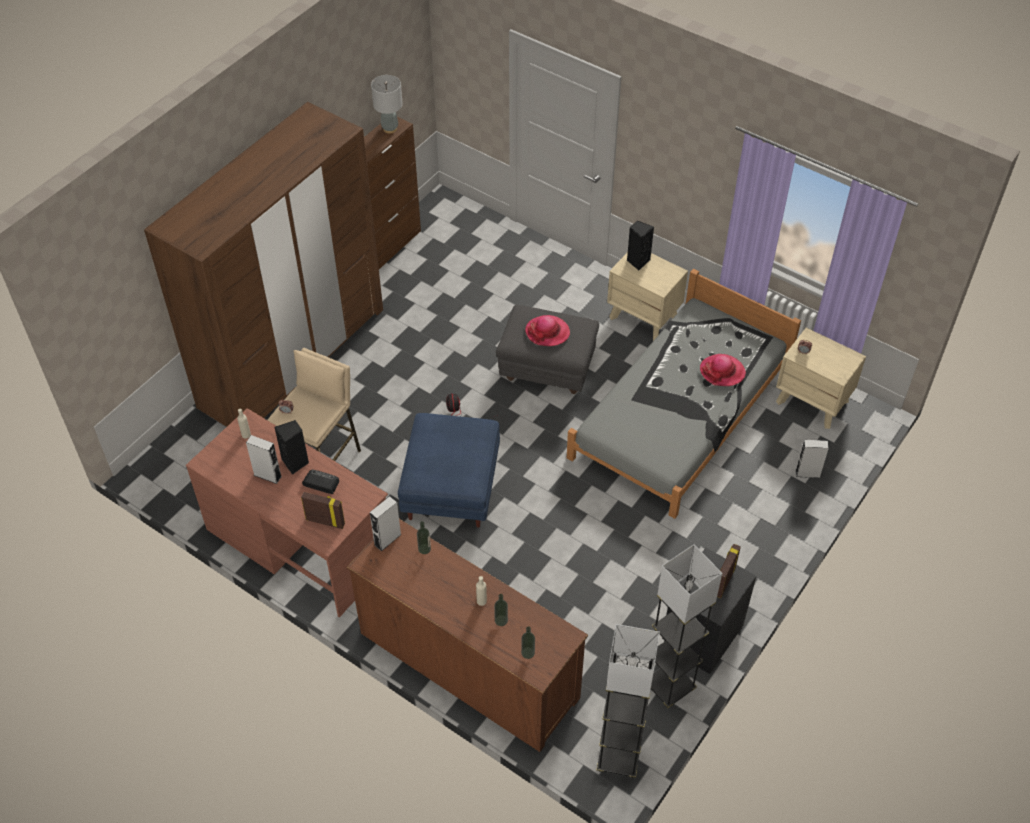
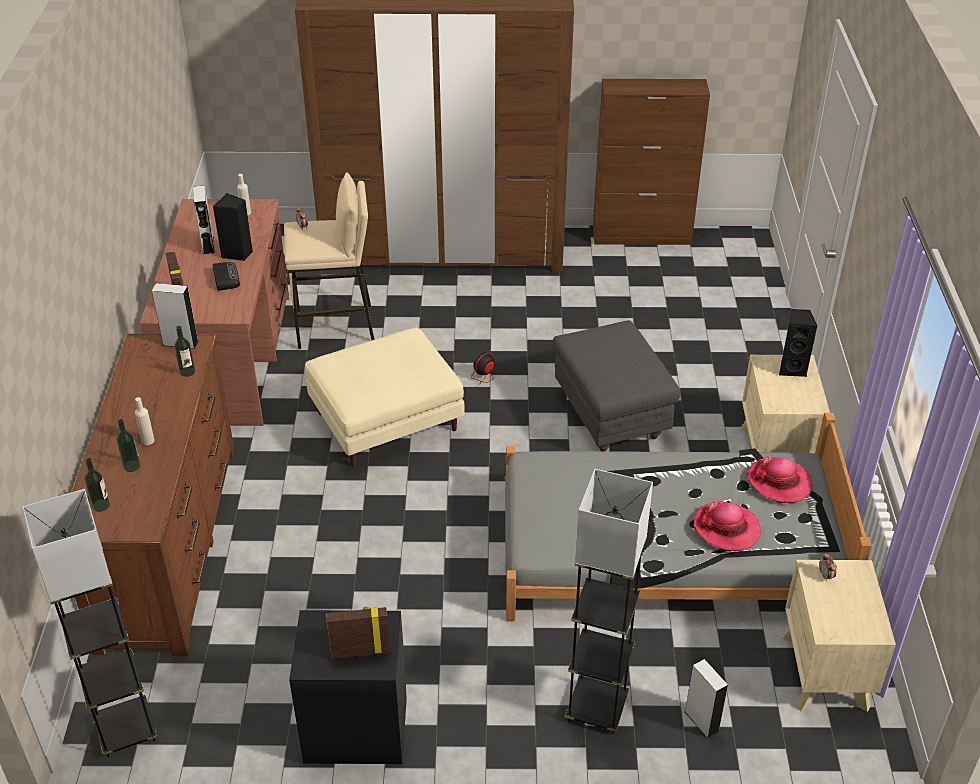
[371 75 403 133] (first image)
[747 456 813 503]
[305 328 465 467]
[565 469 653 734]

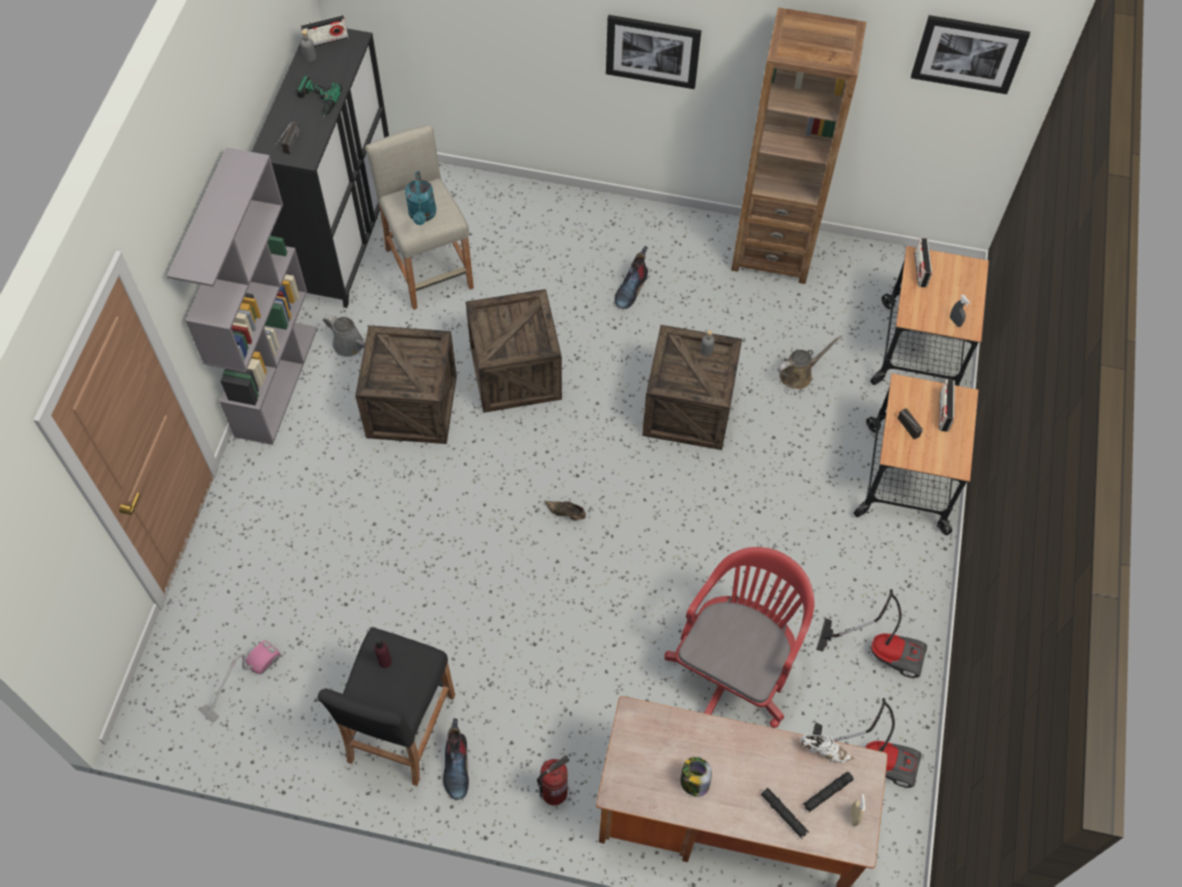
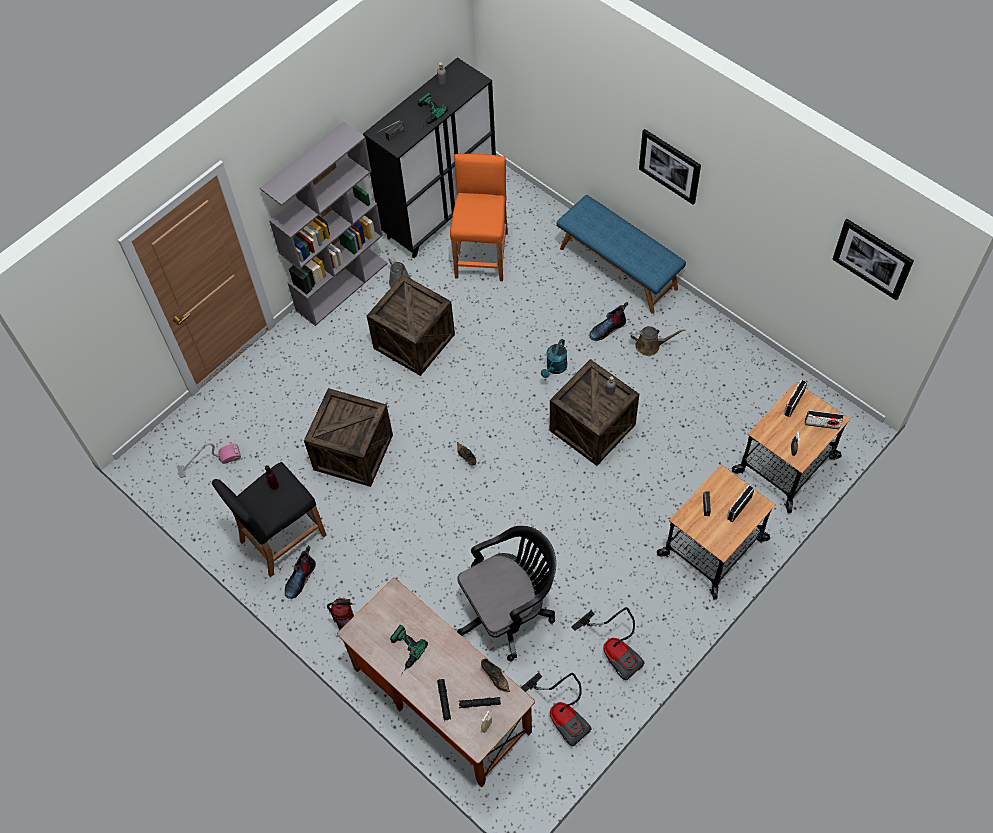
[731 7 866 284] (first image)
[805 410 843 429]
[450 154 508 281]
[541 339 567 378]
[304 388 393 487]
[630 326 685 356]
[457 526 556 661]
[481 659 510 692]
[390 625 428 675]
[556 195 686 314]

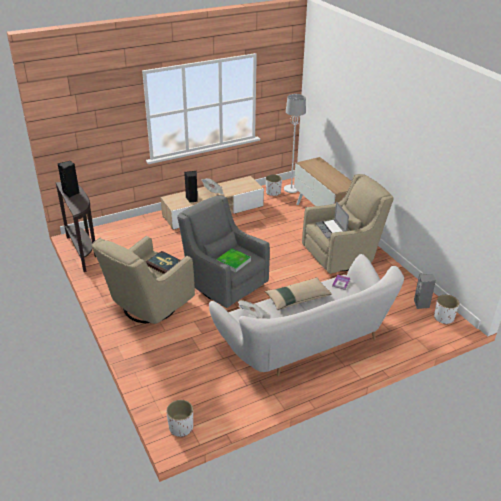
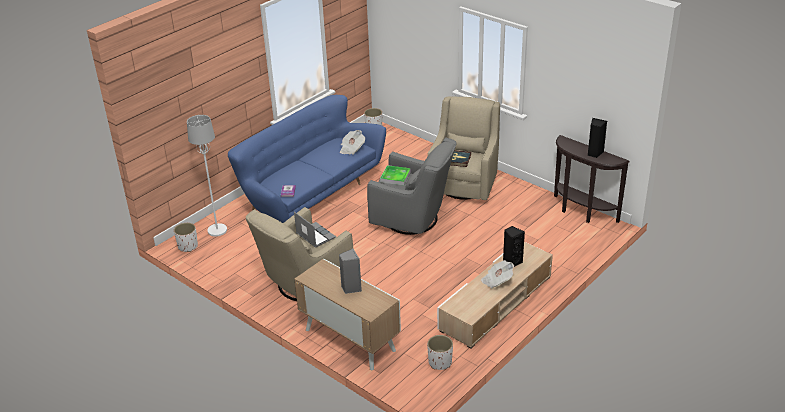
[187 115 227 237]
[228 95 386 223]
[339 248 362 294]
[265 277 332 310] (first image)

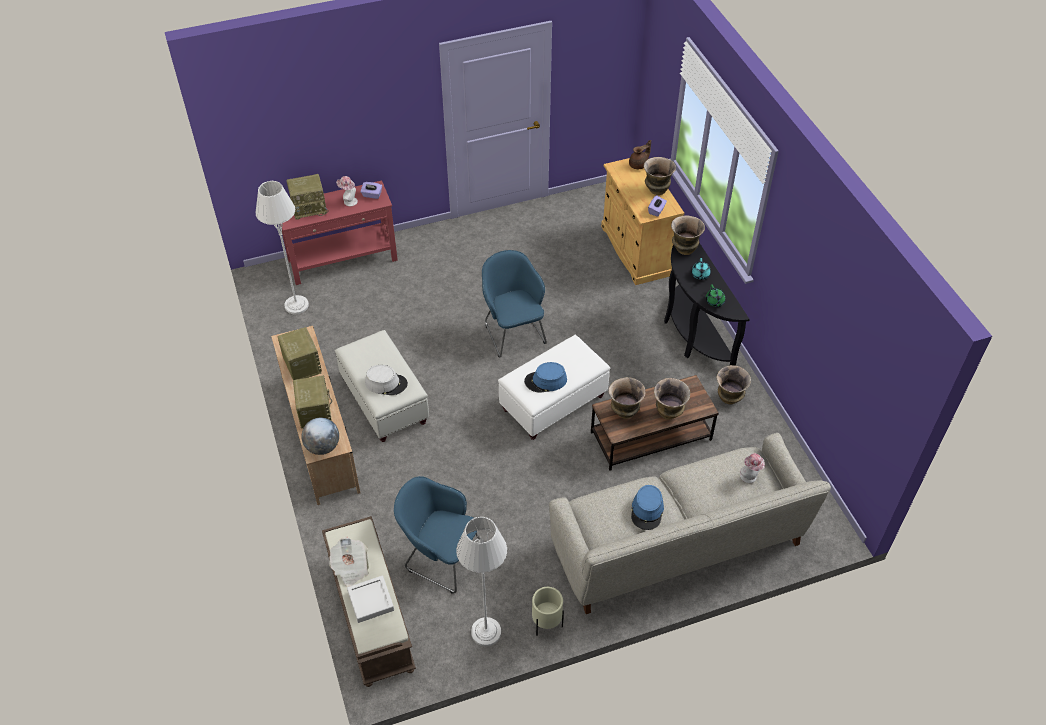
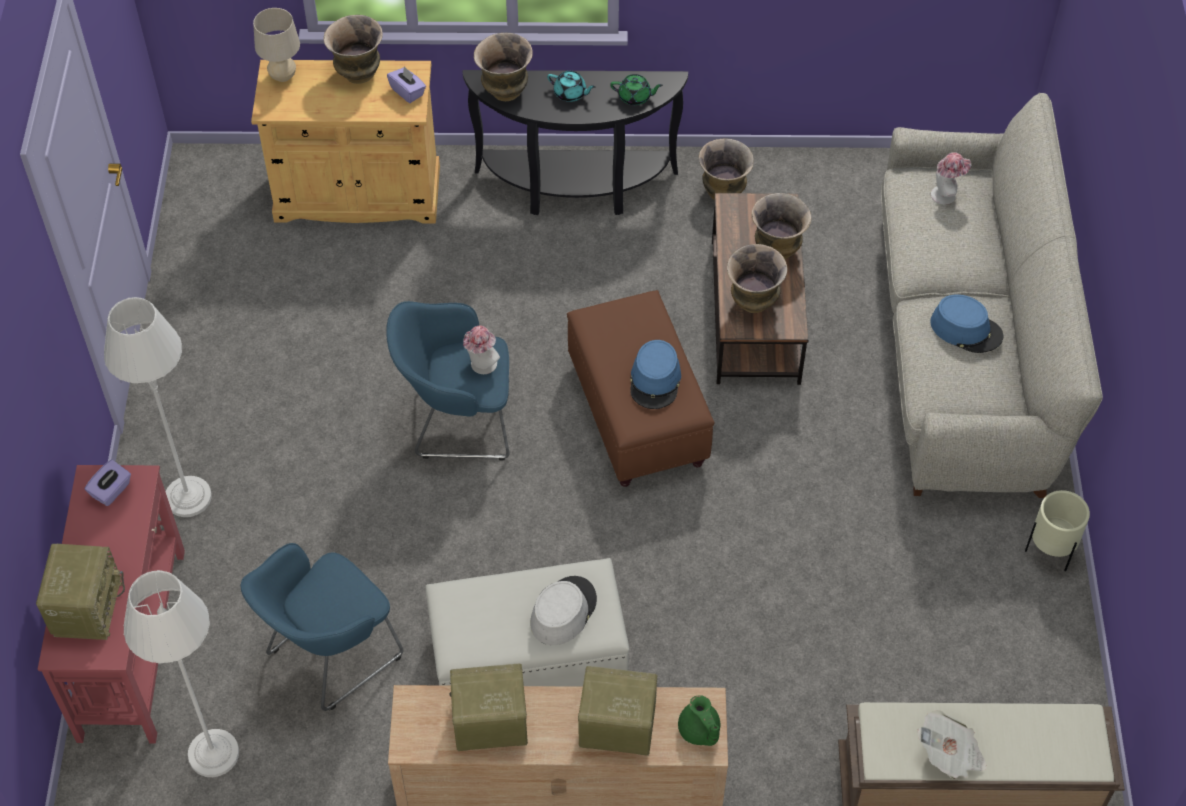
[253 8 300 82]
[463 326 500 374]
[567 290 715 487]
[678 695 720 746]
[241 543 403 711]
[104 297 212 517]
[347 576 394 623] (first image)

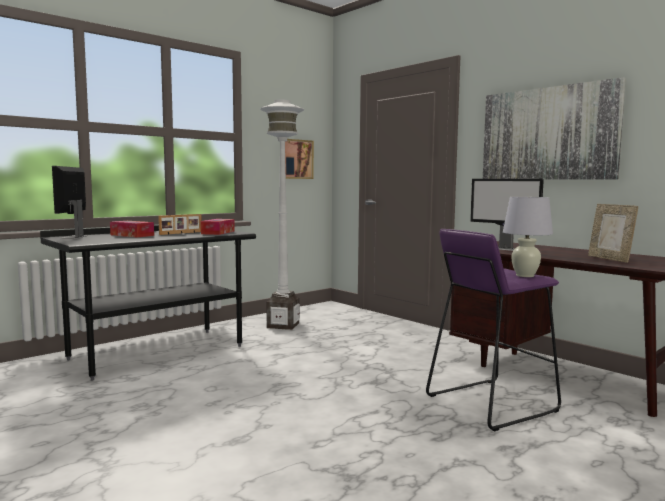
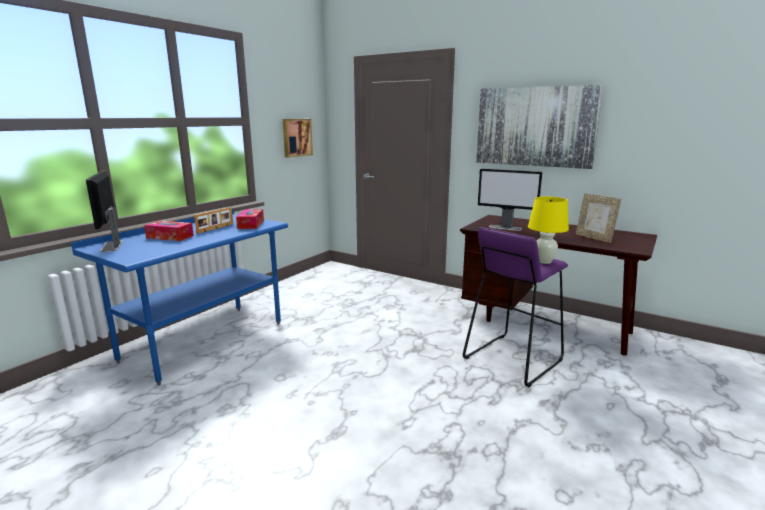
[260 100 304 330] (first image)
[528 197 569 264]
[71 209 288 385]

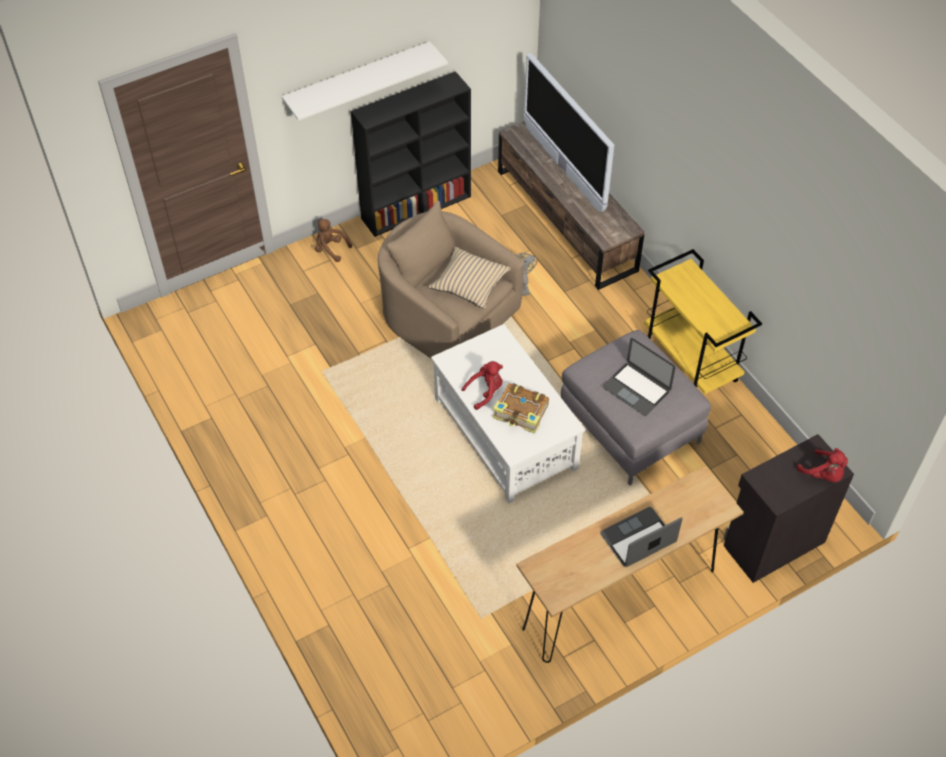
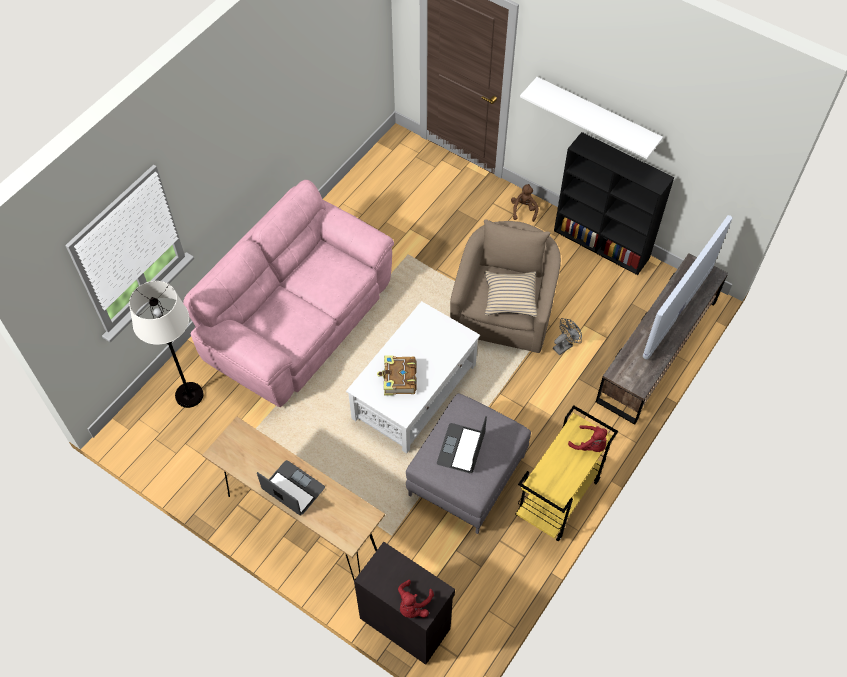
[568 425 607 452]
[183 180 394 407]
[129 281 204 408]

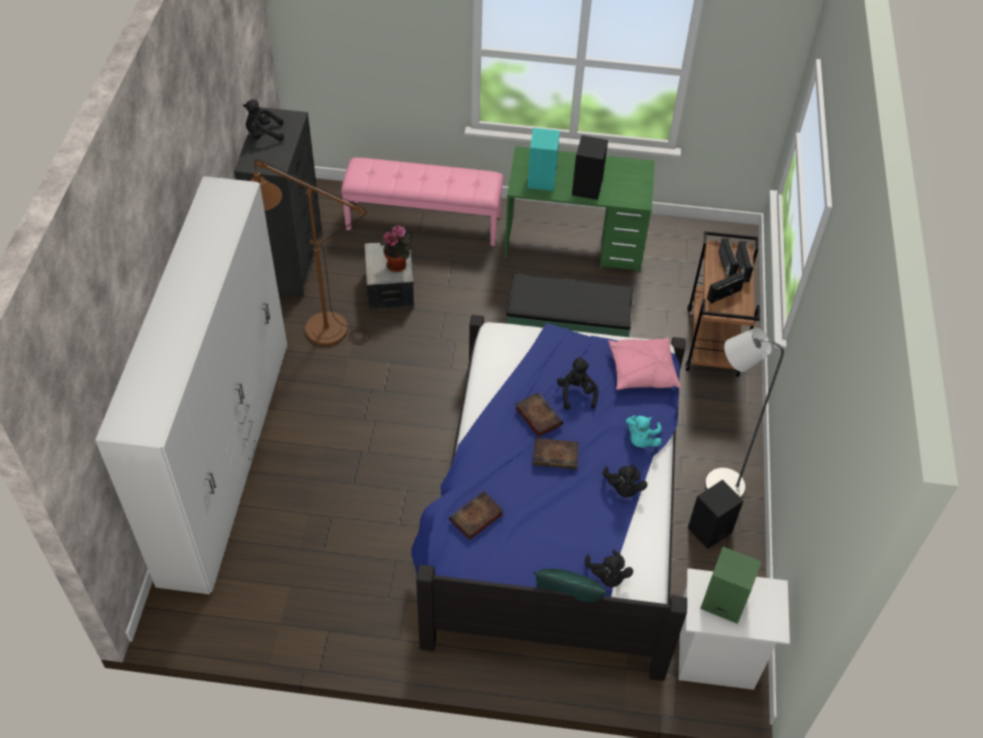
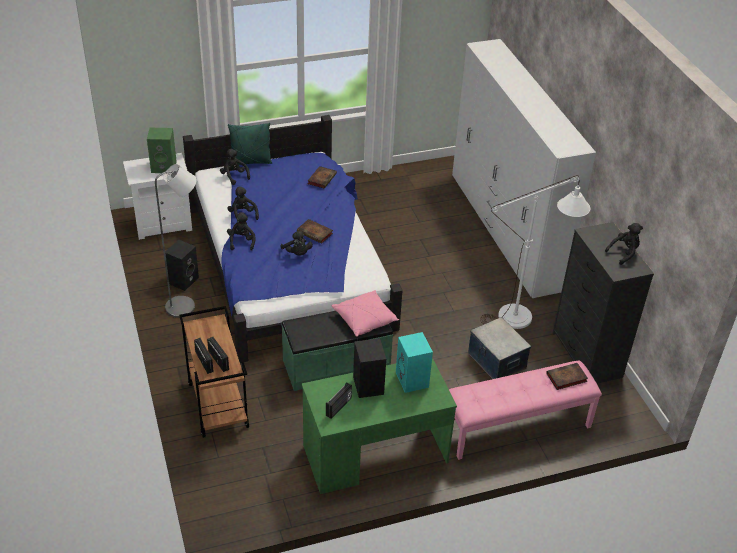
[480 175 590 329]
[380 225 412 272] (first image)
[326 382 352 419]
[332 290 399 337]
[227 212 255 251]
[546 363 588 390]

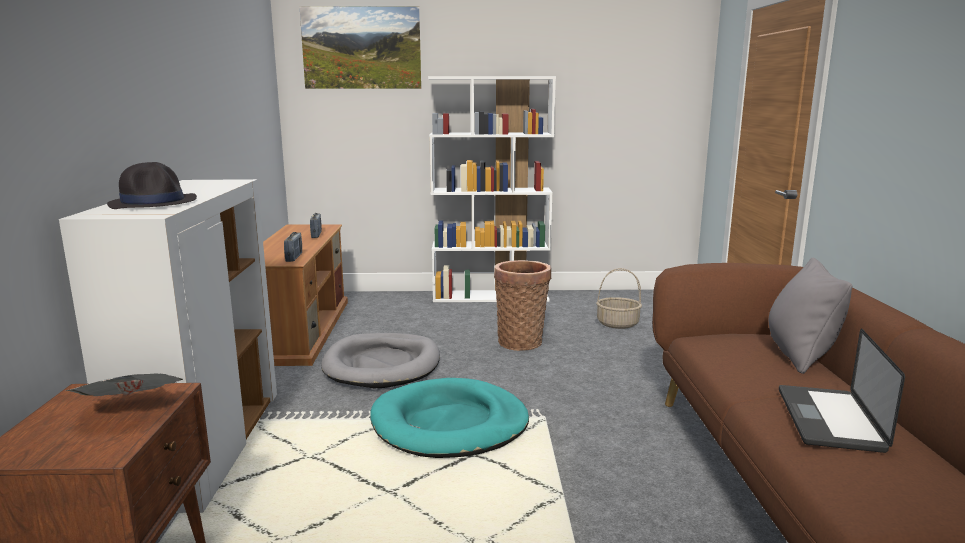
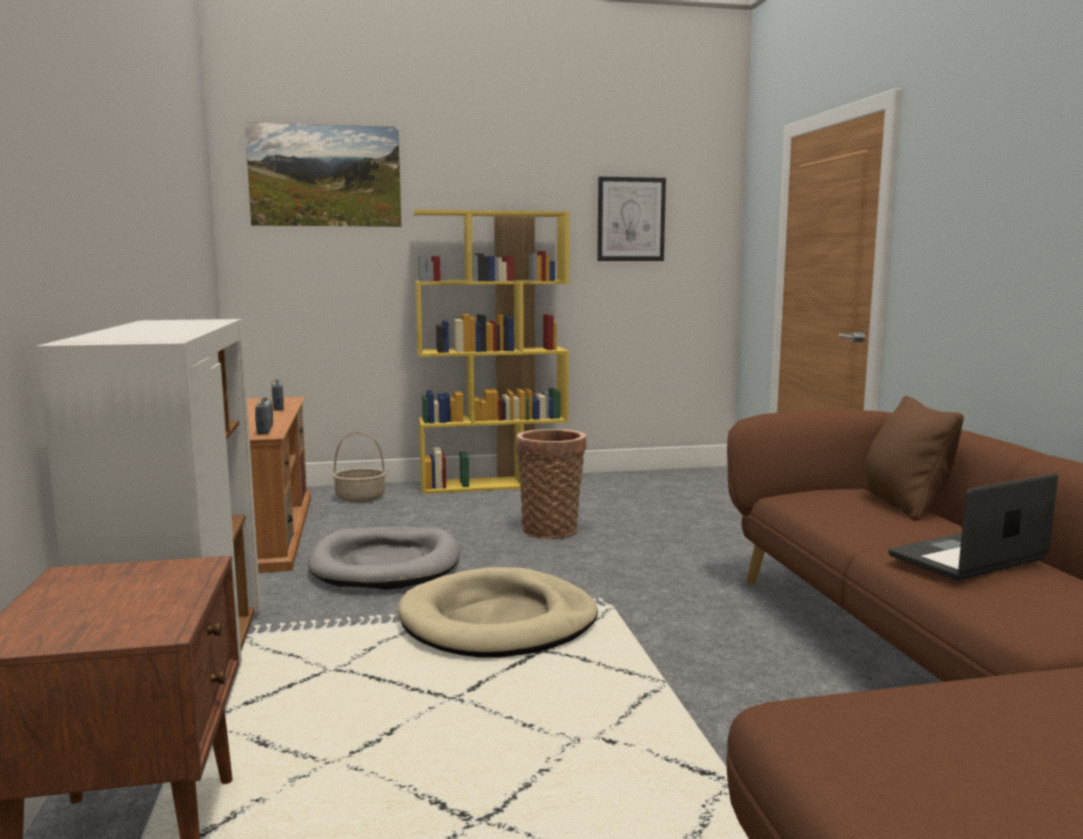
[413 210 570 494]
[107 162 197 209] (first image)
[865 396 964 521]
[333 432 386 503]
[888 473 1058 581]
[65 374 182 396] (first image)
[398 567 598 658]
[597 176 666 261]

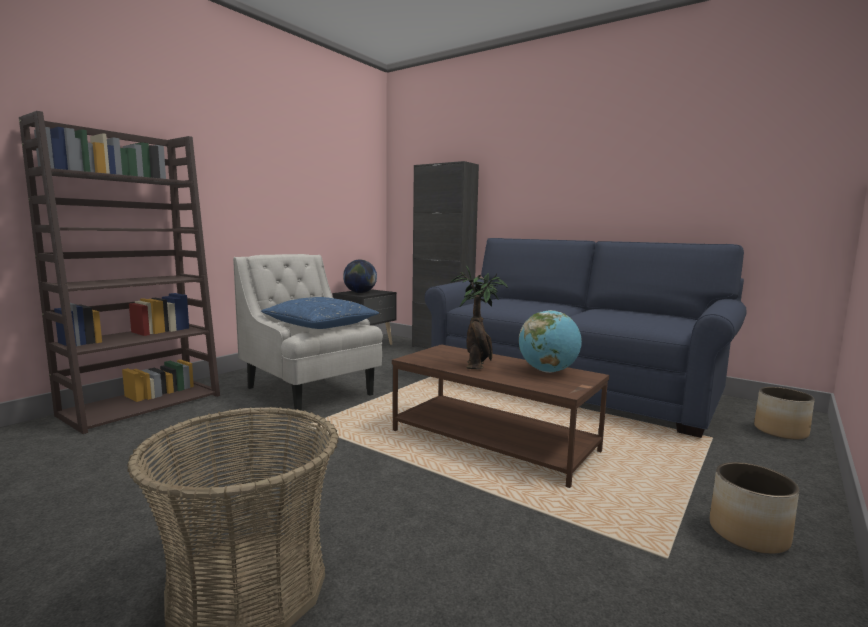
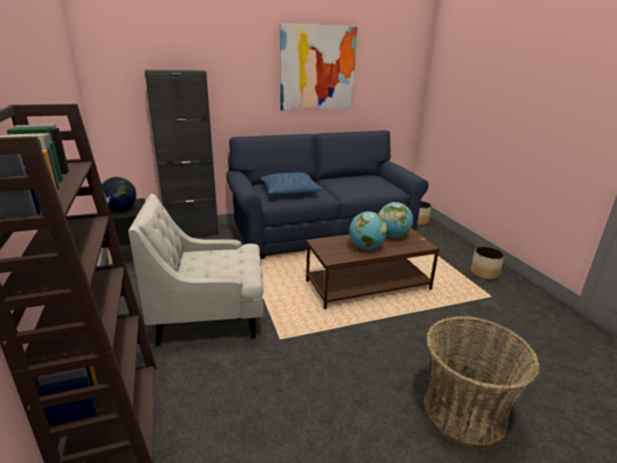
[349 212 387 249]
[260 172 324 196]
[280 23 358 111]

